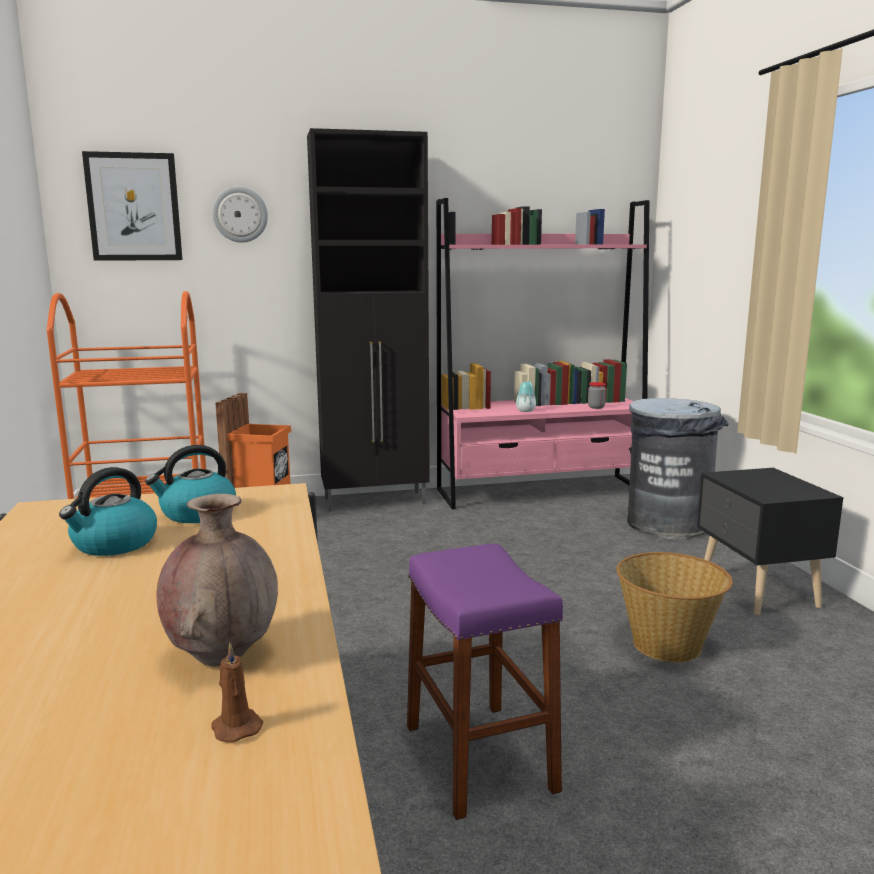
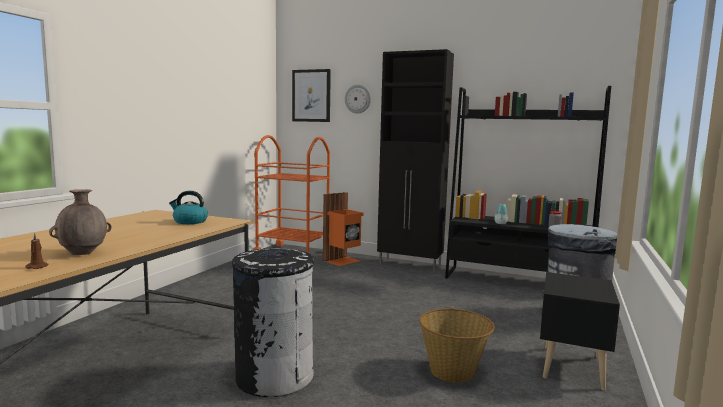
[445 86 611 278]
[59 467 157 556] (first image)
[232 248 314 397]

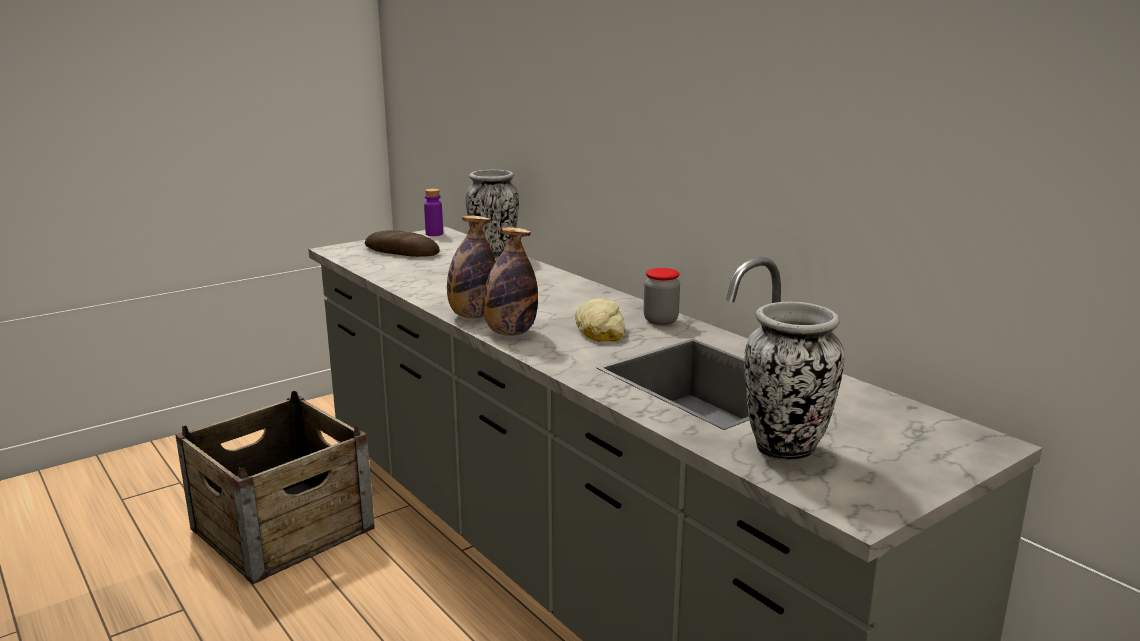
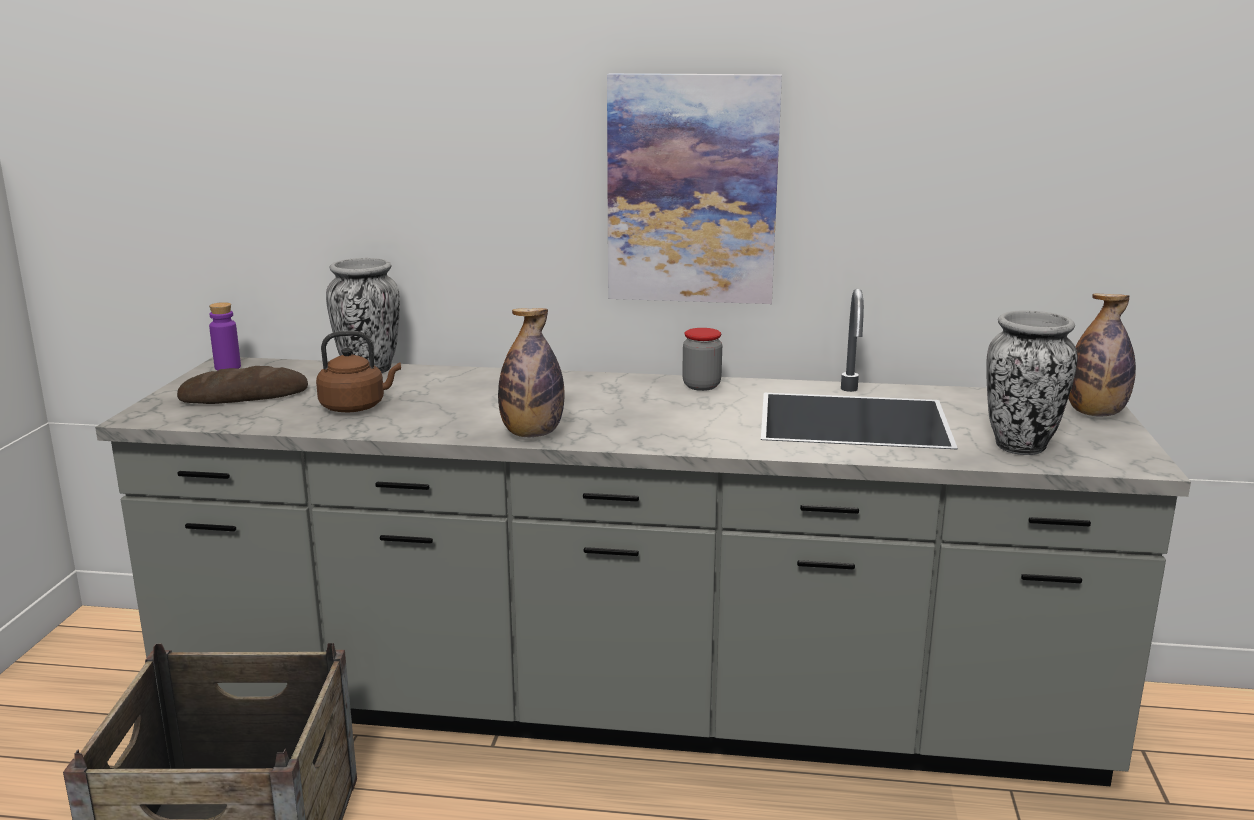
[1068 294 1136 417]
[575 298 625 341] (first image)
[607 73 782 304]
[316 331 401 412]

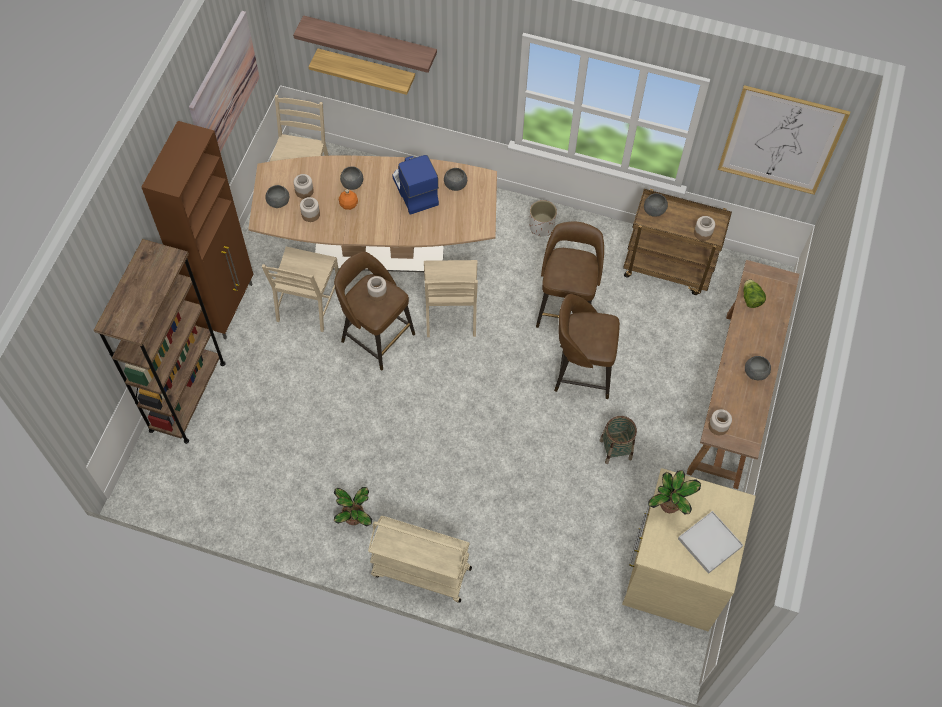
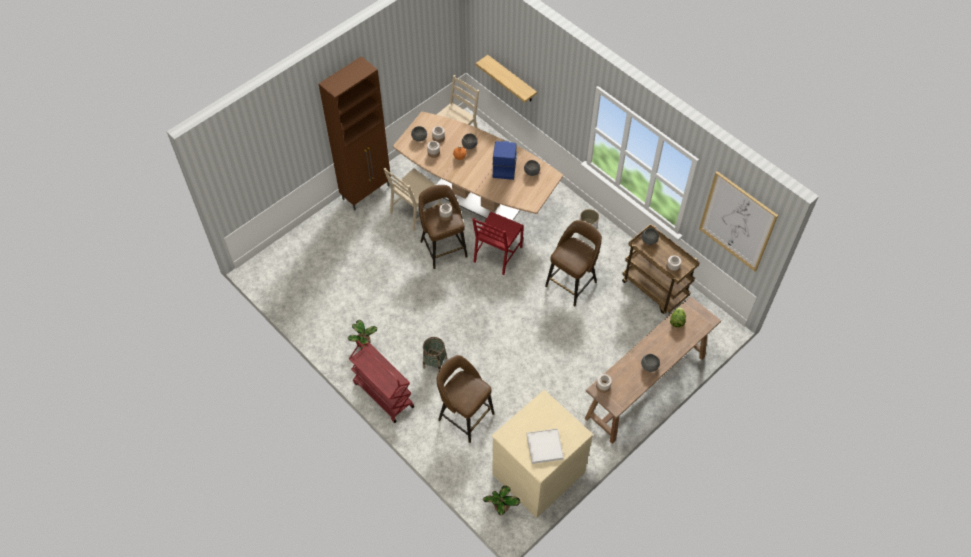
[189 11 259 152] (first image)
[293 15 437 73] (first image)
[94 239 226 444] (first image)
[472 212 524 275]
[437 355 495 443]
[423 337 447 371]
[483 485 520 516]
[349 340 414 423]

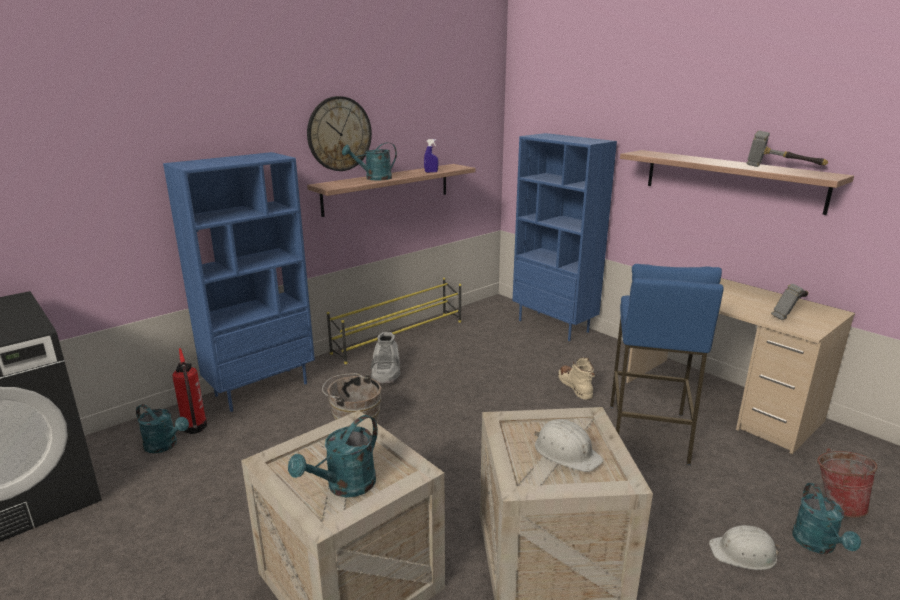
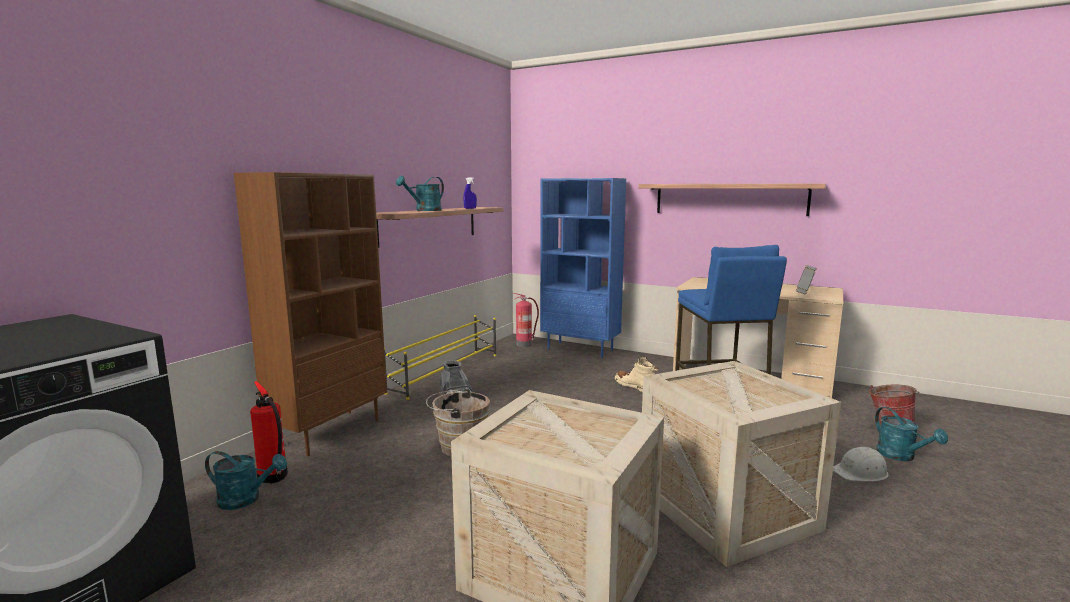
[307 96 372 171] (first image)
[746 131 828 167] (first image)
[234 172 387 456]
[288 415 378 497] (first image)
[534 419 603 472] (first image)
[513 293 539 347]

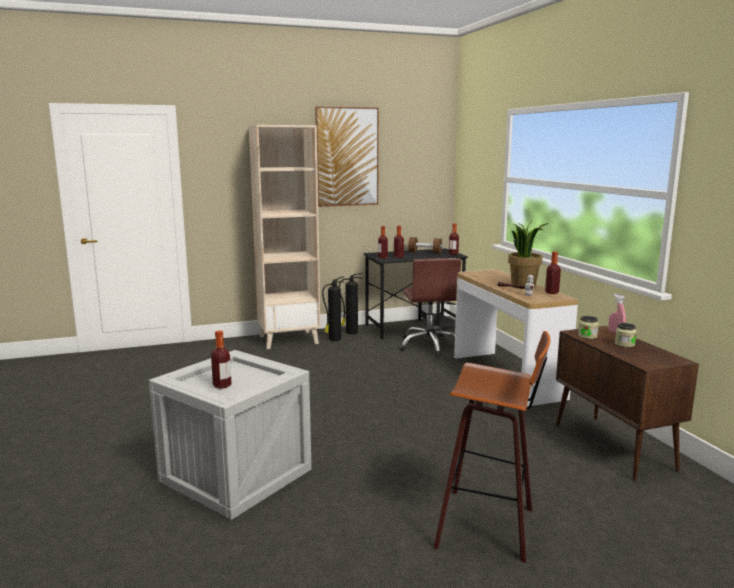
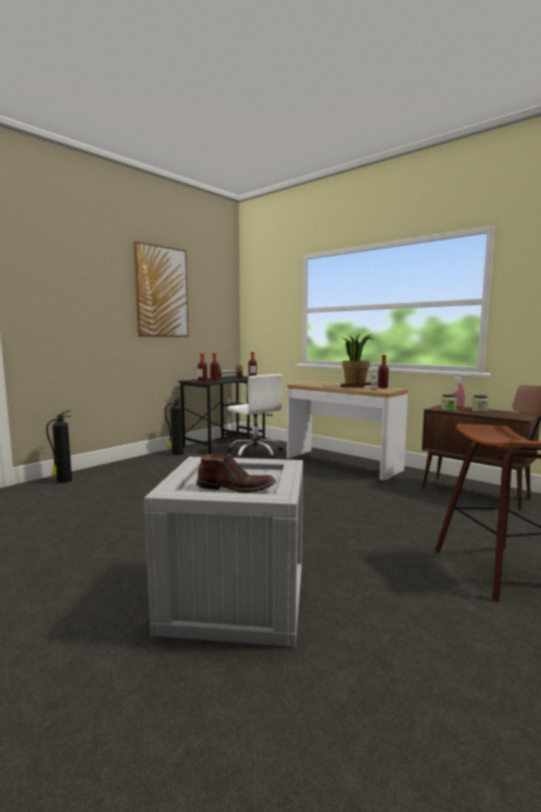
[249 125 320 349] (first image)
[227 374 283 459]
[46 410 72 483]
[196 454 276 493]

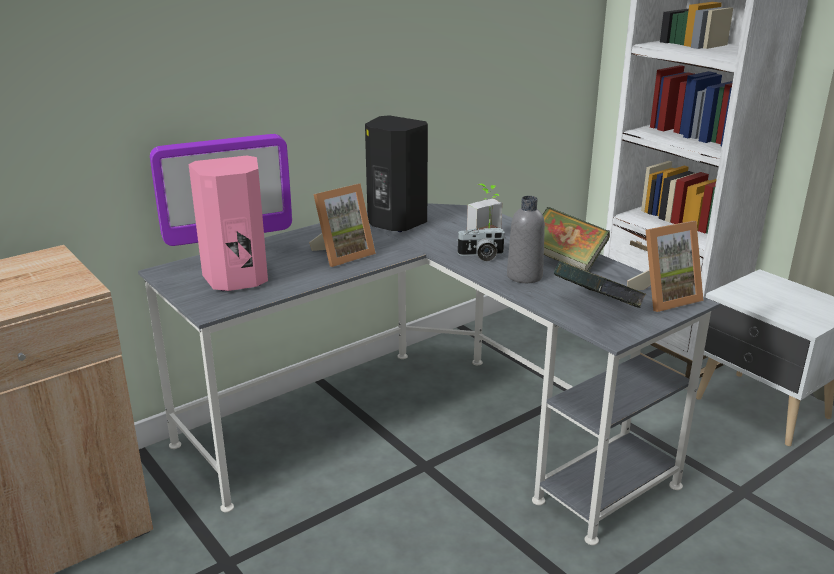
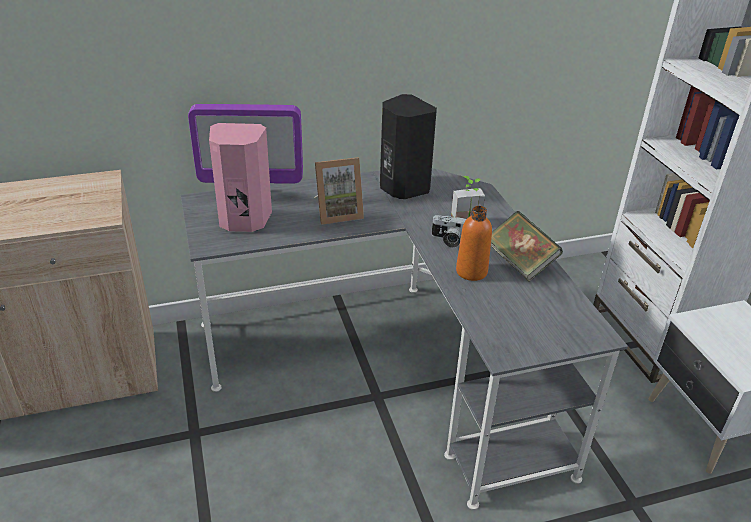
[456 206 492 281]
[627 221 704 312] (first image)
[554 261 646 308] (first image)

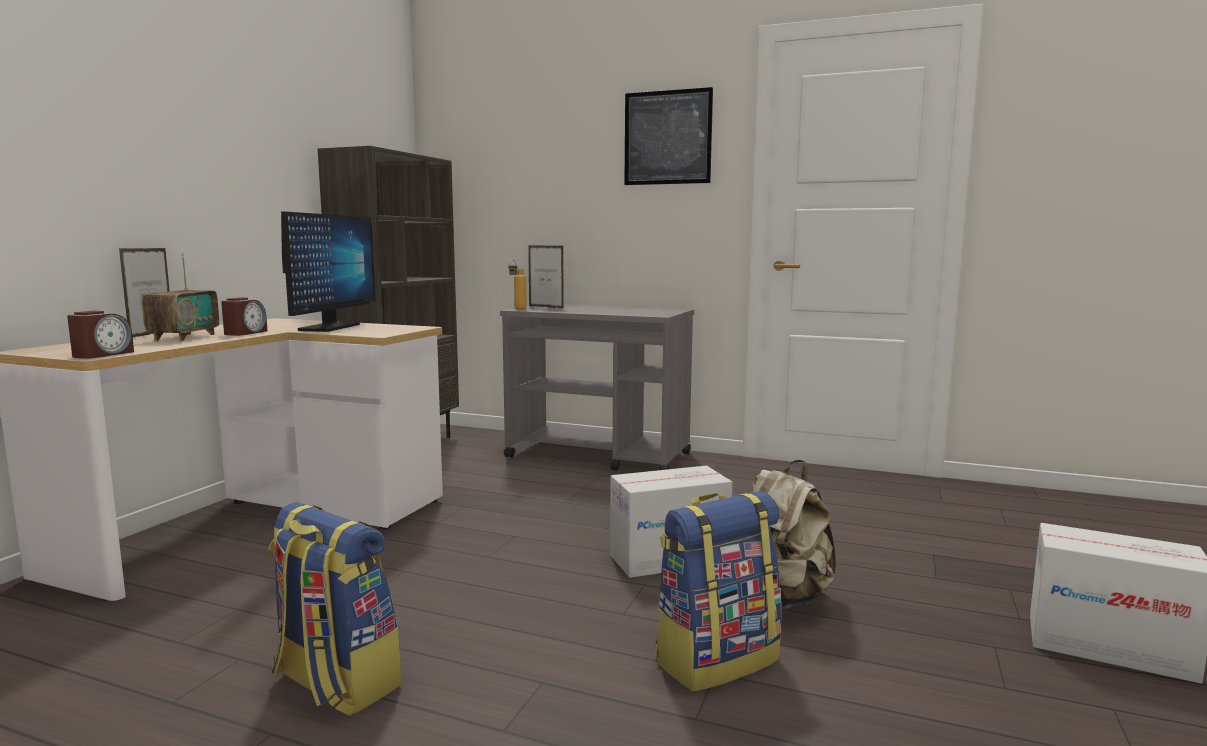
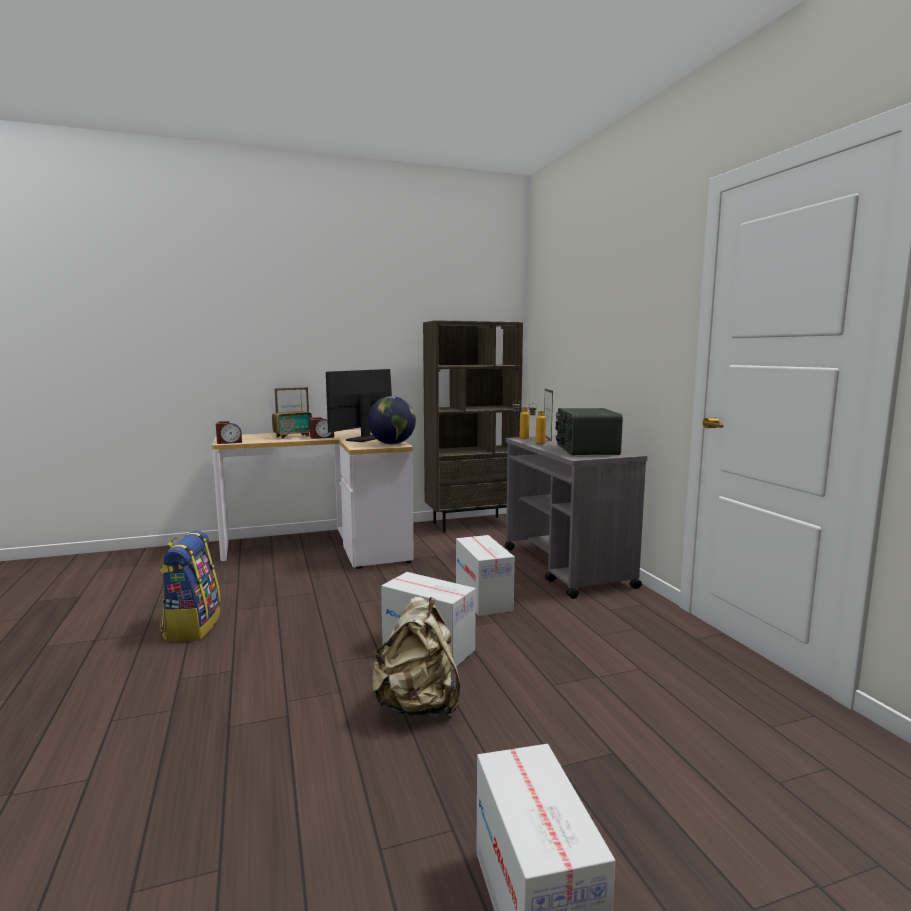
[624 87 713 185] (first image)
[326 369 392 442]
[656 491 782 692] (first image)
[368 396 416 445]
[529 403 546 444]
[555 408 623 455]
[456 535 515 616]

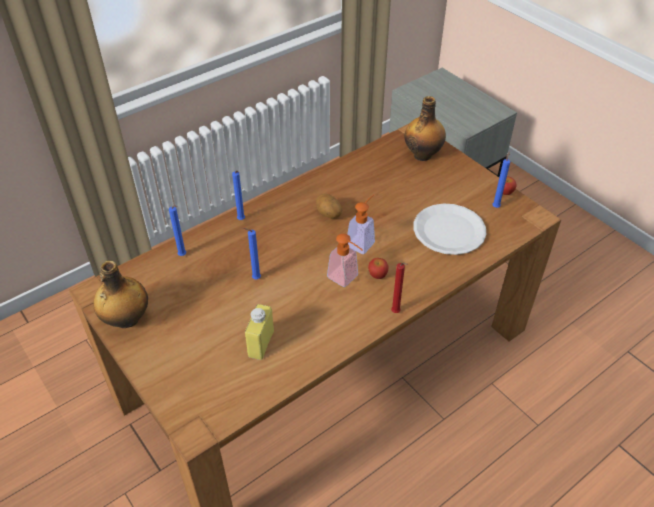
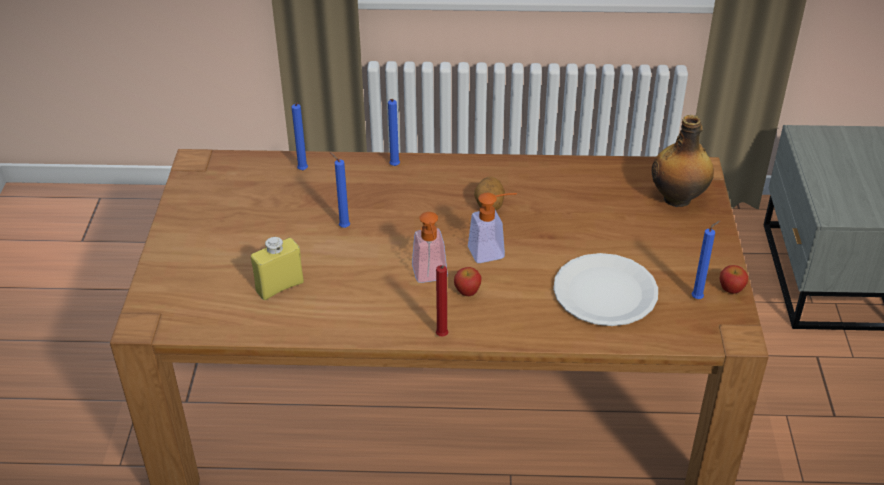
[94 261 148 328] (first image)

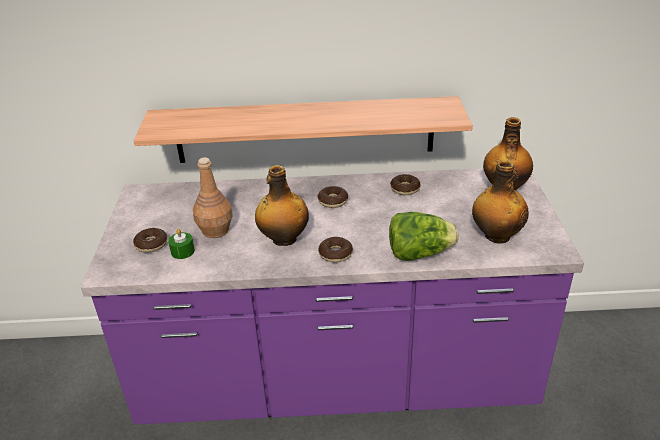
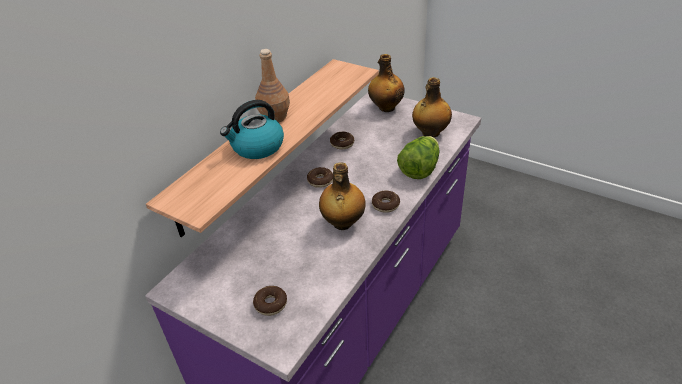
[255 49 290 122]
[168 229 195 259] (first image)
[220 100 284 159]

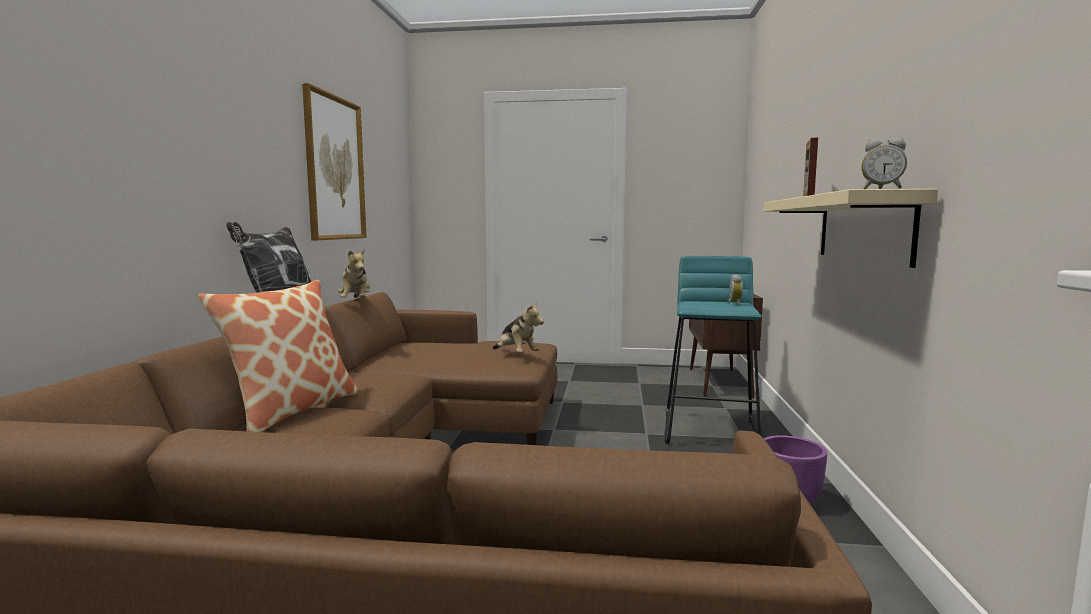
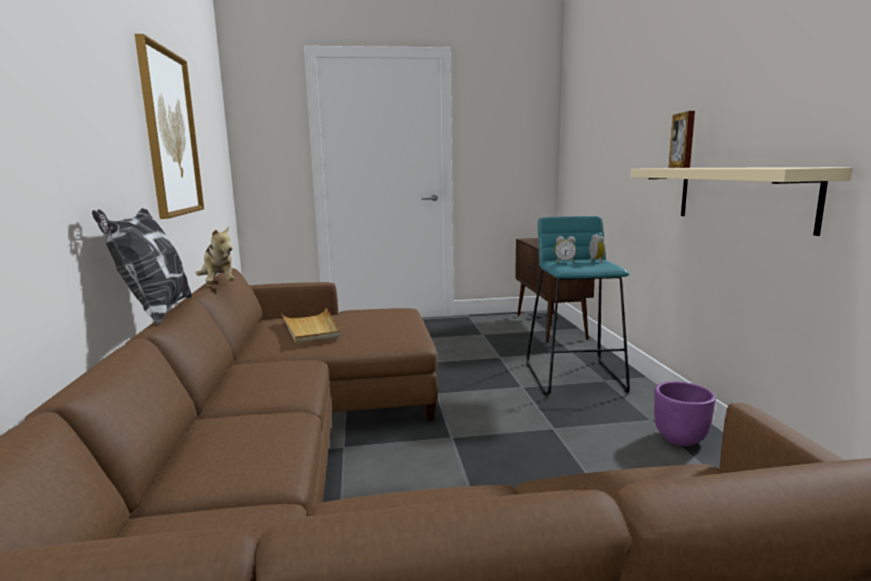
[554 236 576 263]
[198 279 359 432] (first image)
[493 302 544 353] (first image)
[281 308 340 343]

